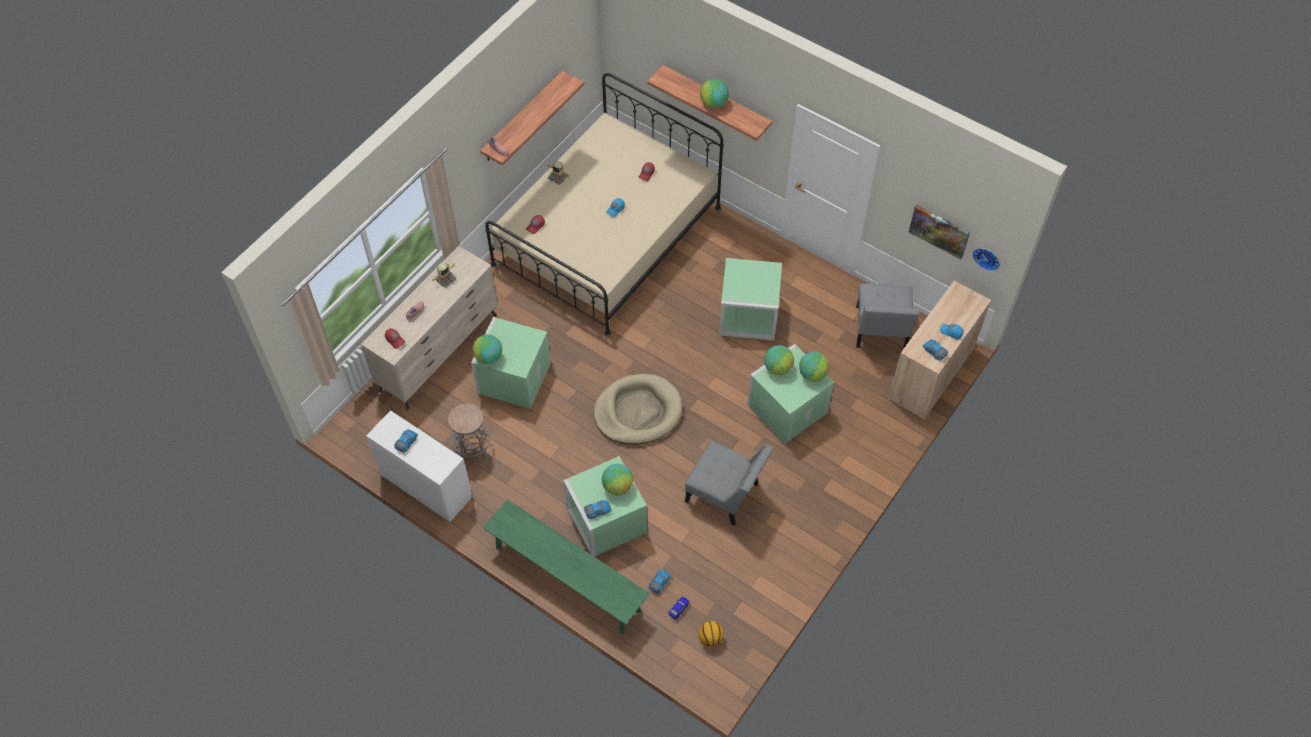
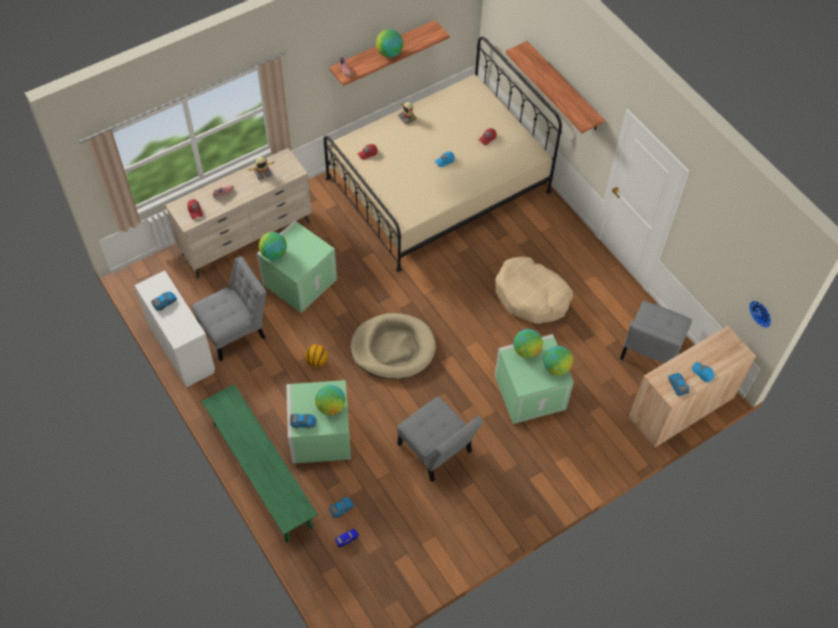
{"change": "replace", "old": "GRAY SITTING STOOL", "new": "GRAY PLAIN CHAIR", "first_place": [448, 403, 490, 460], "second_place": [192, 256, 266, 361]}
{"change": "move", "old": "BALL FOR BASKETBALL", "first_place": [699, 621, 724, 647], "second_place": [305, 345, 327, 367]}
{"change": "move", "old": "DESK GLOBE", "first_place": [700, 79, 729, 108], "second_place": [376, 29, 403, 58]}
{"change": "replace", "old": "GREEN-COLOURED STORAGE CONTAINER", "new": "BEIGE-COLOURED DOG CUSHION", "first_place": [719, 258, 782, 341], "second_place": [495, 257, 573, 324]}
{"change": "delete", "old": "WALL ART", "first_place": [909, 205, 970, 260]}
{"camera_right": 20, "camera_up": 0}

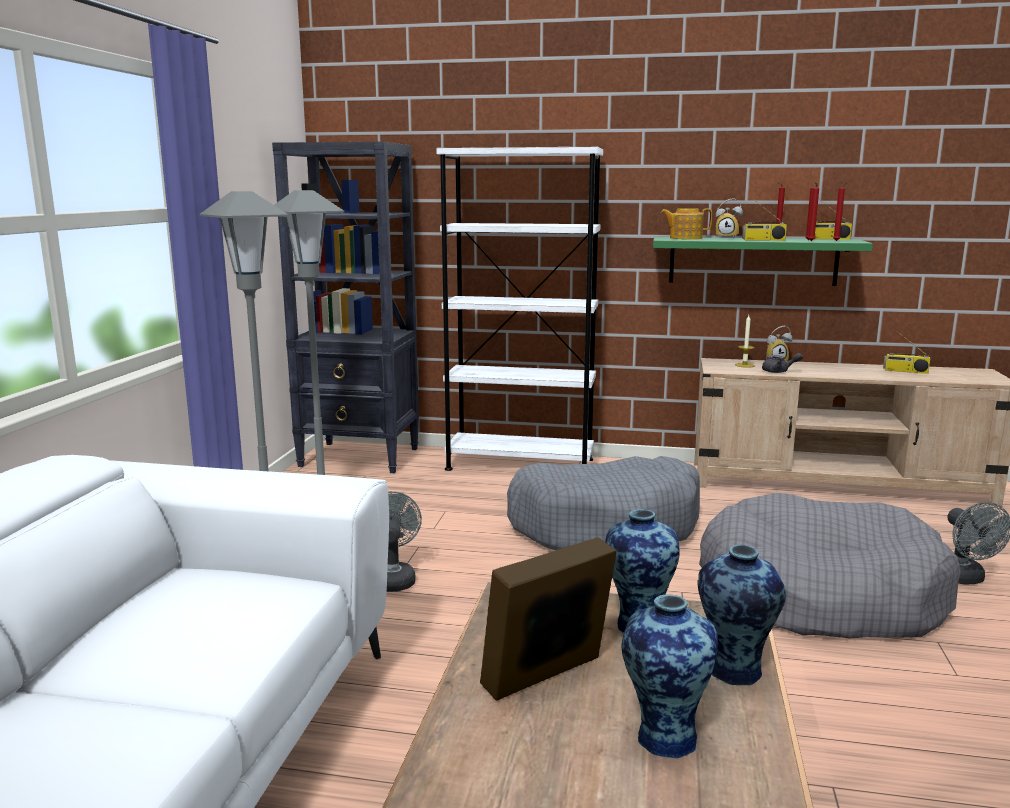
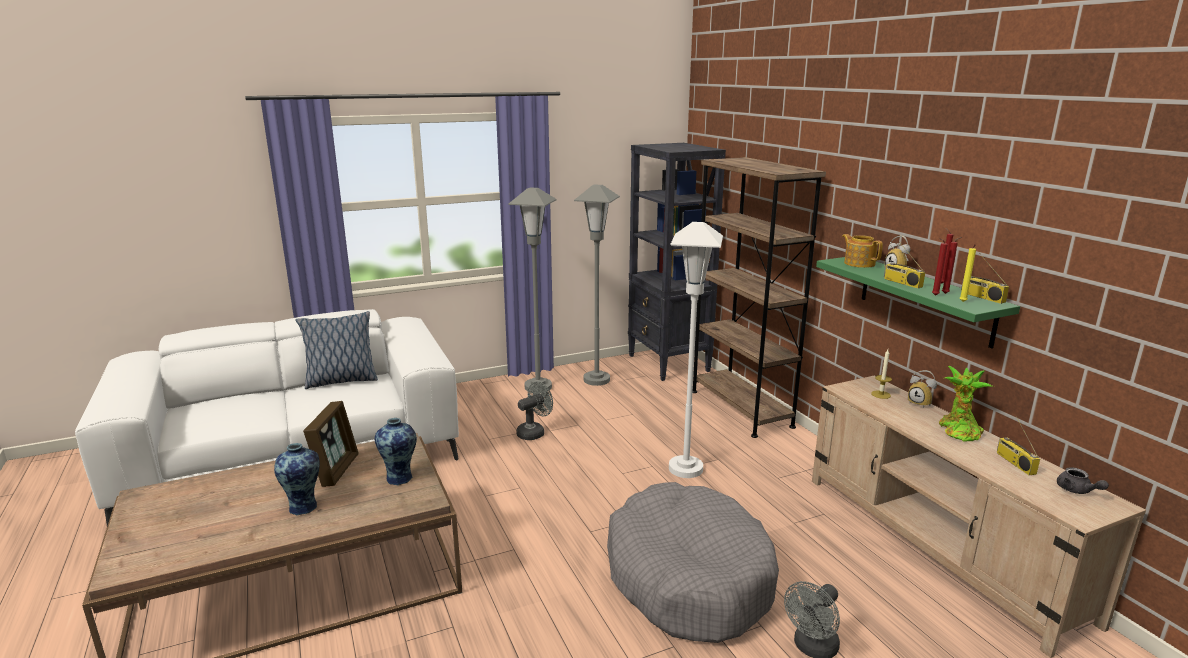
{"change": "insert", "new": "CUSHION", "second_place": [295, 311, 378, 389]}
{"change": "rotate", "old": "PICTURE FRAME", "first_place": [480, 537, 616, 701], "second_place": [303, 401, 359, 487], "degrees": 75}
{"change": "replace", "old": "GRAY DOG CUSHION", "new": "WHITE-COLOURED STANDING LAMP", "first_place": [507, 456, 700, 550], "second_place": [669, 222, 723, 478]}
{"change": "recolor", "old": "WHITE-COLOURED BOOKSHELF", "new": "BROWN BOOKSHELF", "first_place": [436, 147, 603, 471], "second_place": [692, 157, 826, 438]}
{"change": "insert", "new": "PLANT IN A POT", "second_place": [939, 366, 994, 441]}
{"change": "recolor", "old": "RED-COLOURED CANDLE", "new": "YELLOW-COLOURED CANDLE", "first_place": [833, 182, 848, 241], "second_place": [959, 244, 976, 302]}
{"change": "move", "old": "GRAY TEAPOT", "first_place": [762, 353, 803, 373], "second_place": [1057, 467, 1109, 494]}
{"change": "delete", "old": "FLOWER VASE", "first_place": [697, 545, 786, 686]}
{"camera_right": 55, "camera_up": 5}

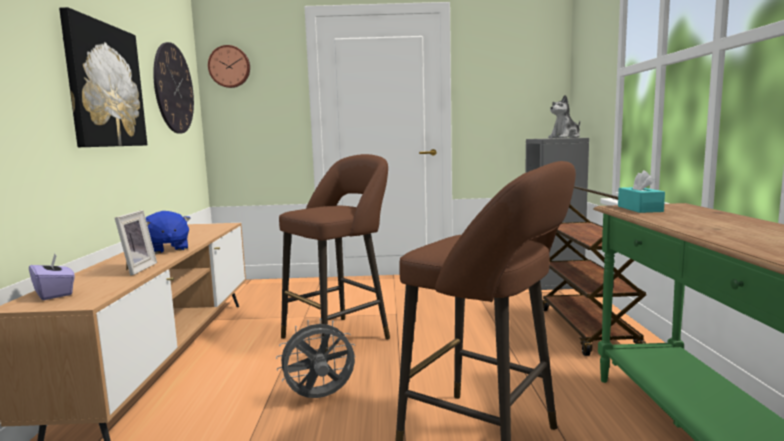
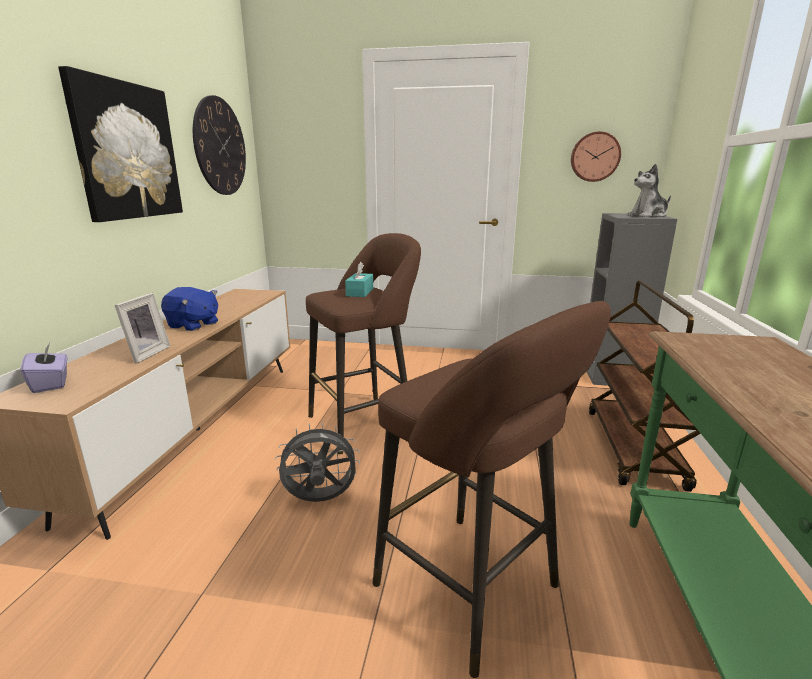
{"change": "rotate", "old": "BLUISH SOFT TOY", "first_place": [146, 211, 191, 254], "second_place": [161, 287, 218, 331], "degrees": -45}
{"change": "move", "old": "BLUE-GREEN BOX OF TISSUES", "first_place": [618, 170, 665, 213], "second_place": [345, 262, 373, 297]}
{"change": "move", "old": "WALL CLOCK", "first_place": [208, 45, 250, 88], "second_place": [571, 131, 621, 182]}
{"camera_right": 10, "camera_up": 10}

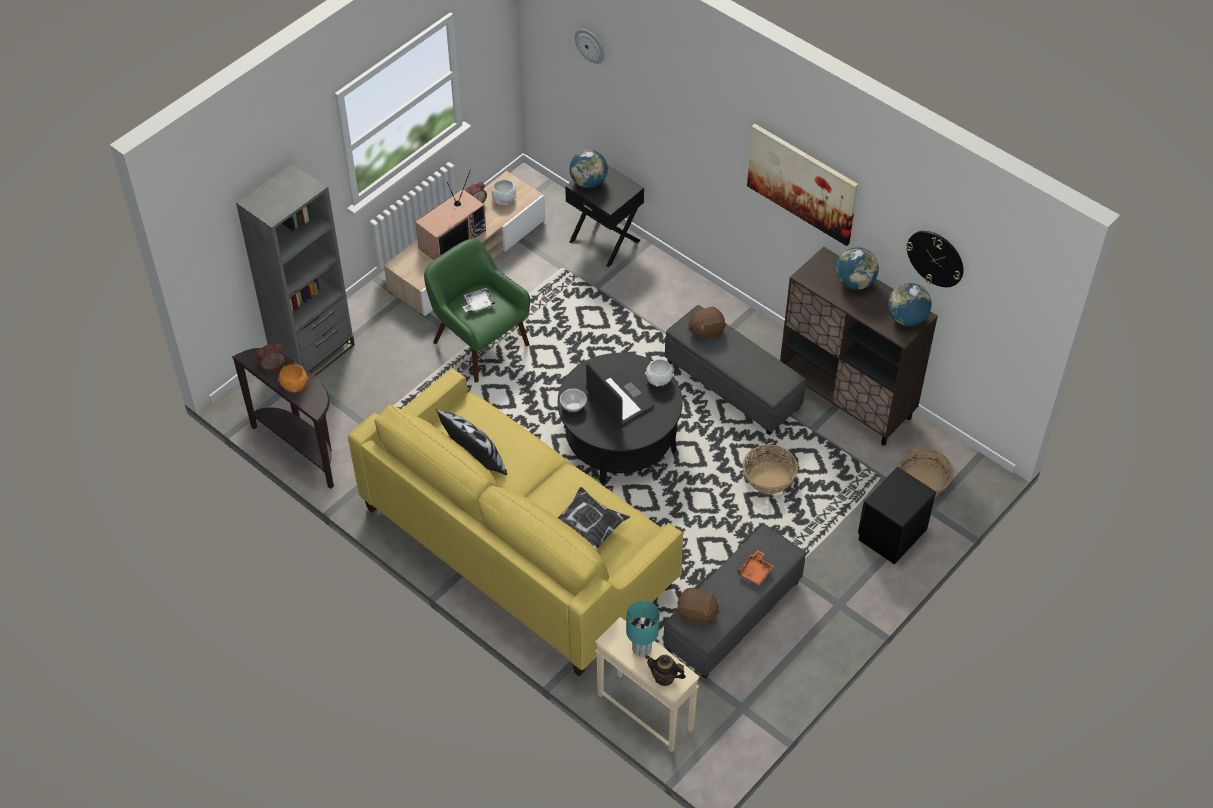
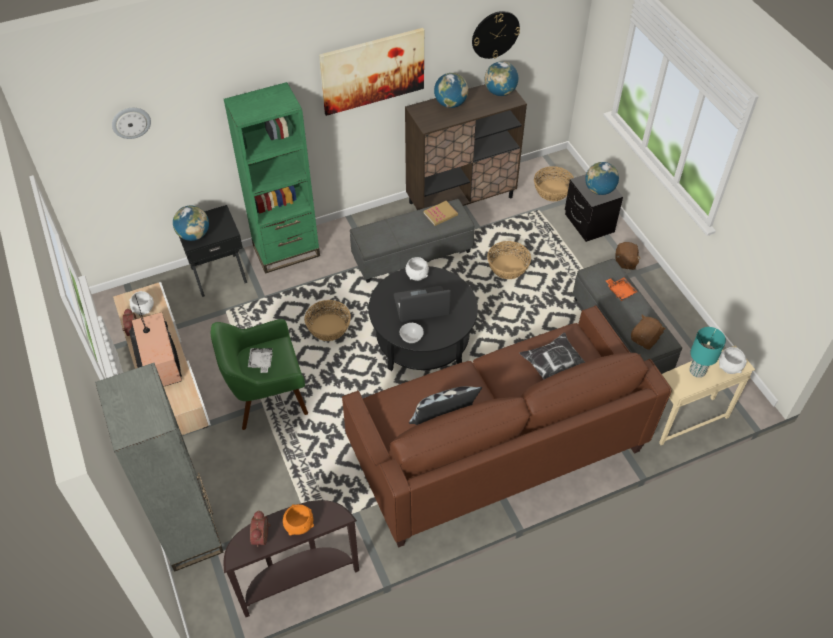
{"change": "insert", "new": "GREEN-COLOURED BOOKSHELF", "second_place": [224, 82, 320, 274]}
{"change": "insert", "new": "STORAGE BASKET", "second_place": [305, 300, 351, 341]}
{"change": "recolor", "old": "YELLOW-COLOURED COUCH", "new": "BROWN COUCH", "first_place": [348, 368, 683, 676], "second_place": [342, 305, 671, 548]}
{"change": "insert", "new": "VOLUME", "second_place": [424, 201, 458, 226]}
{"change": "insert", "new": "DESK GLOBE", "second_place": [585, 162, 619, 195]}
{"change": "move", "old": "BROWN SOFT TOY", "first_place": [687, 307, 725, 341], "second_place": [615, 242, 641, 270]}
{"change": "replace", "old": "TEAPOT", "new": "WHITE-COLOURED DEEP DISH", "first_place": [645, 655, 686, 686], "second_place": [719, 347, 747, 374]}
{"camera_right": -65, "camera_up": 0}

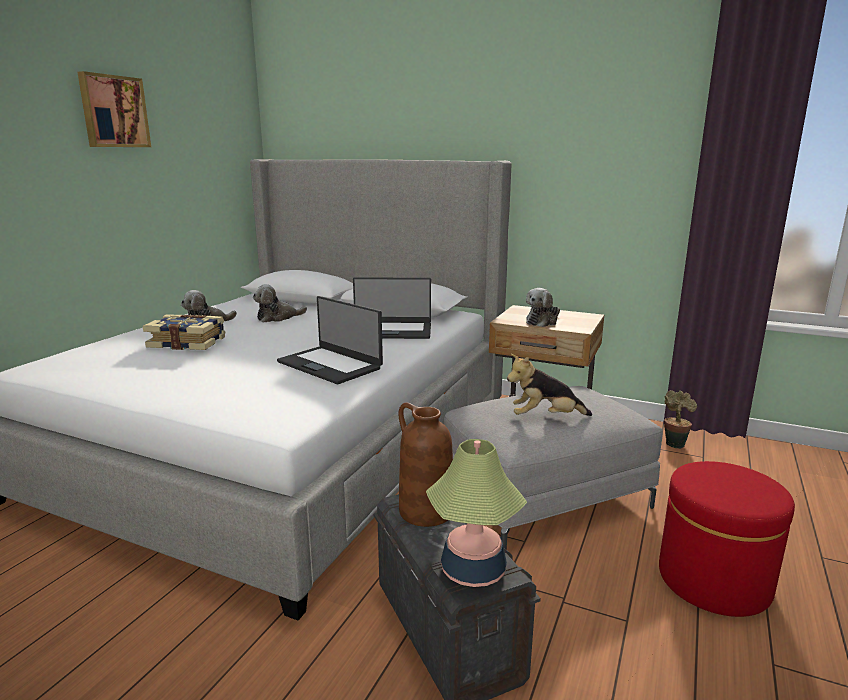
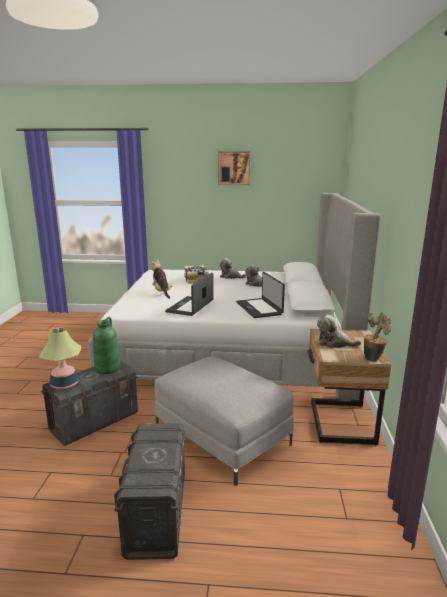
{"change": "recolor", "old": "BROWN FLOWER VASE", "new": "GREEN-COLOURED FLOWER VASE", "first_place": [398, 402, 453, 527], "second_place": [93, 317, 121, 374]}
{"change": "replace", "old": "RED-COLOURED OTTOMAN", "new": "GRAY STORAGE CONTAINER", "first_place": [659, 461, 795, 617], "second_place": [114, 423, 185, 560]}
{"change": "move", "old": "SOFT TOY", "first_place": [507, 354, 592, 416], "second_place": [151, 259, 172, 299]}
{"change": "move", "old": "PLANT IN A POT", "first_place": [664, 390, 697, 449], "second_place": [364, 312, 392, 361]}
{"camera_right": 70, "camera_up": 0}

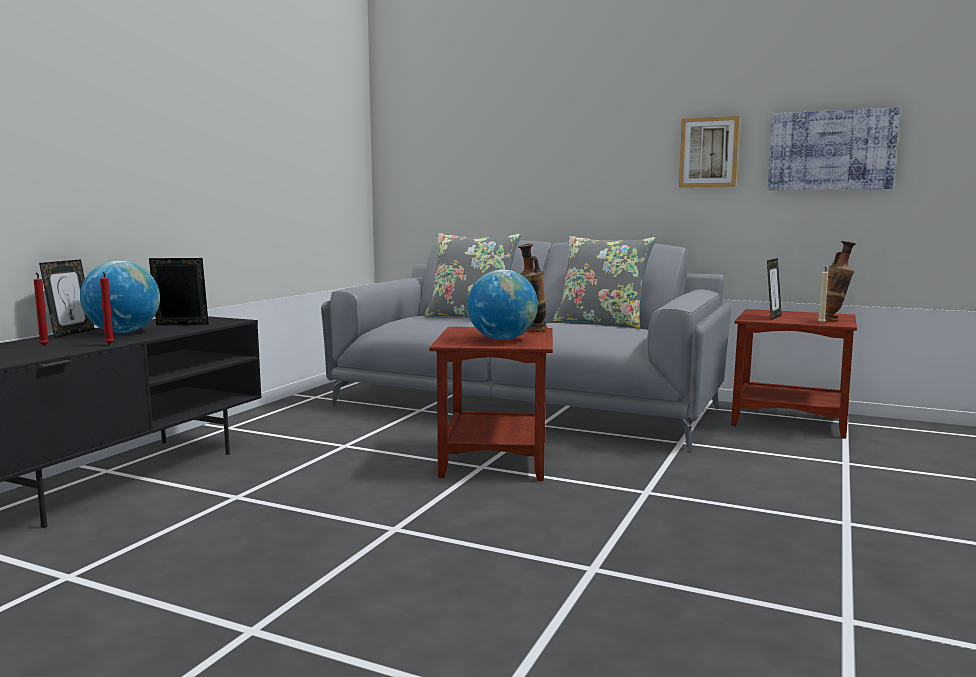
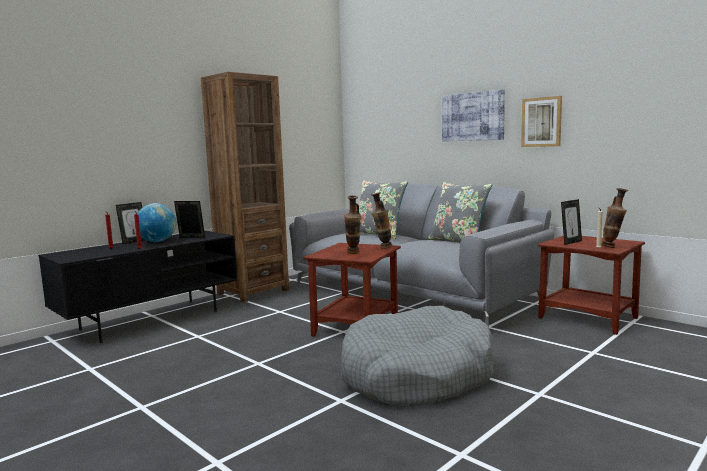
{"change": "insert", "new": "BROWN BOOKSHELF", "second_place": [201, 72, 289, 303]}
{"change": "insert", "new": "GRAY DOG CUSHION", "second_place": [341, 306, 493, 405]}
{"change": "replace", "old": "DESK GLOBE", "new": "FLOWER VASE", "first_place": [467, 270, 538, 340], "second_place": [344, 195, 361, 254]}
{"change": "move", "old": "WALL ART", "first_place": [768, 107, 900, 190], "second_place": [442, 90, 505, 142]}
{"camera_right": 20, "camera_up": 0}

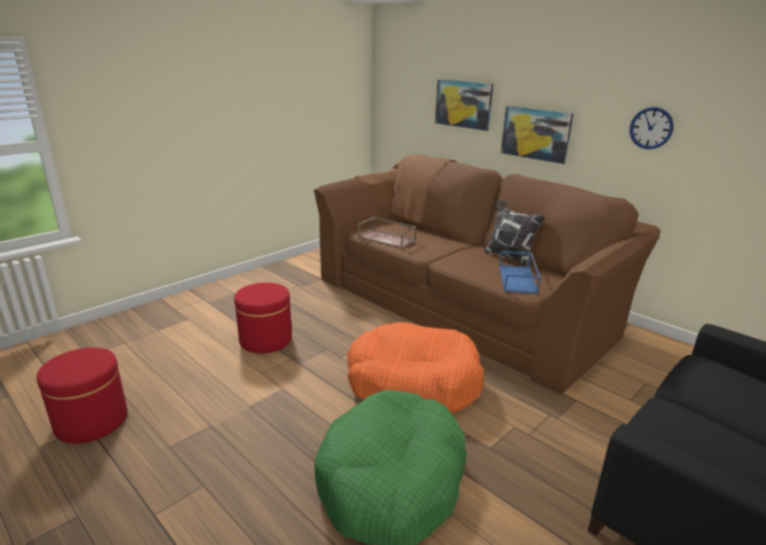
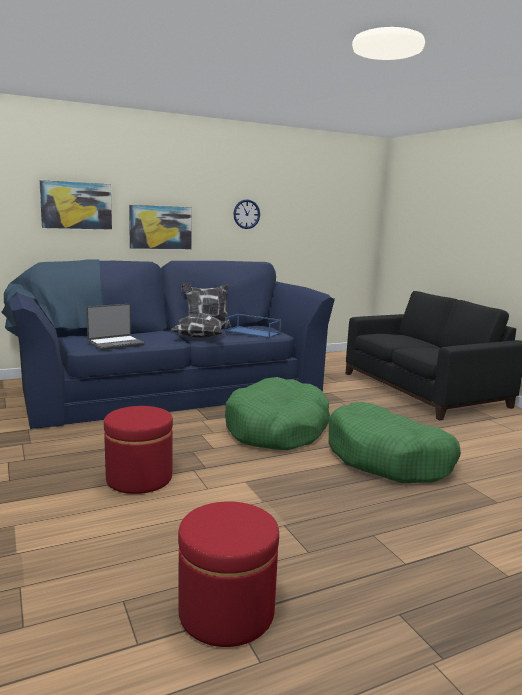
{"change": "recolor", "old": "BROWN COUCH", "new": "BLUISH COUCH", "first_place": [314, 154, 660, 394], "second_place": [1, 260, 335, 429]}
{"change": "replace", "old": "BROWN SERVING TRAY", "new": "LAPTOP", "first_place": [358, 217, 416, 249], "second_place": [86, 304, 145, 350]}
{"change": "insert", "new": "CUSHION", "second_place": [171, 313, 230, 338]}
{"change": "recolor", "old": "ORANGE-COLOURED DOG CUSHION", "new": "GREEN-COLOURED DOG CUSHION", "first_place": [347, 322, 484, 413], "second_place": [225, 377, 330, 450]}
{"camera_right": -70, "camera_up": -10}

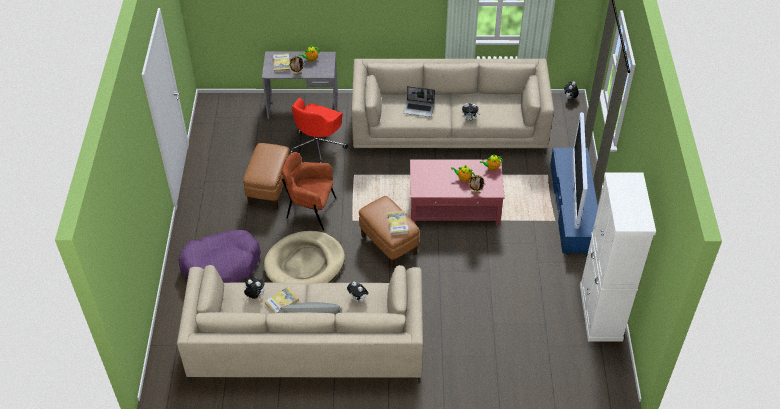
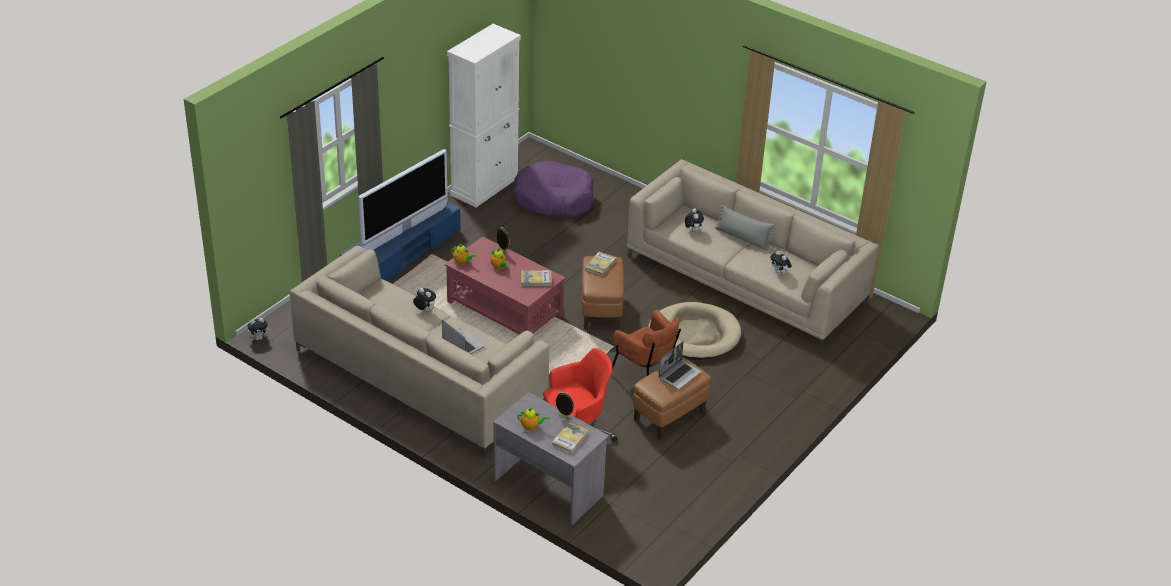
{"change": "move", "old": "PURPLE-COLOURED DOG CUSHION", "first_place": [178, 230, 261, 283], "second_place": [513, 161, 594, 217]}
{"change": "move", "old": "VOLUME", "first_place": [264, 287, 299, 313], "second_place": [521, 270, 552, 286]}
{"change": "insert", "new": "LAPTOP", "second_place": [658, 342, 701, 389]}
{"camera_right": -145, "camera_up": -10}

